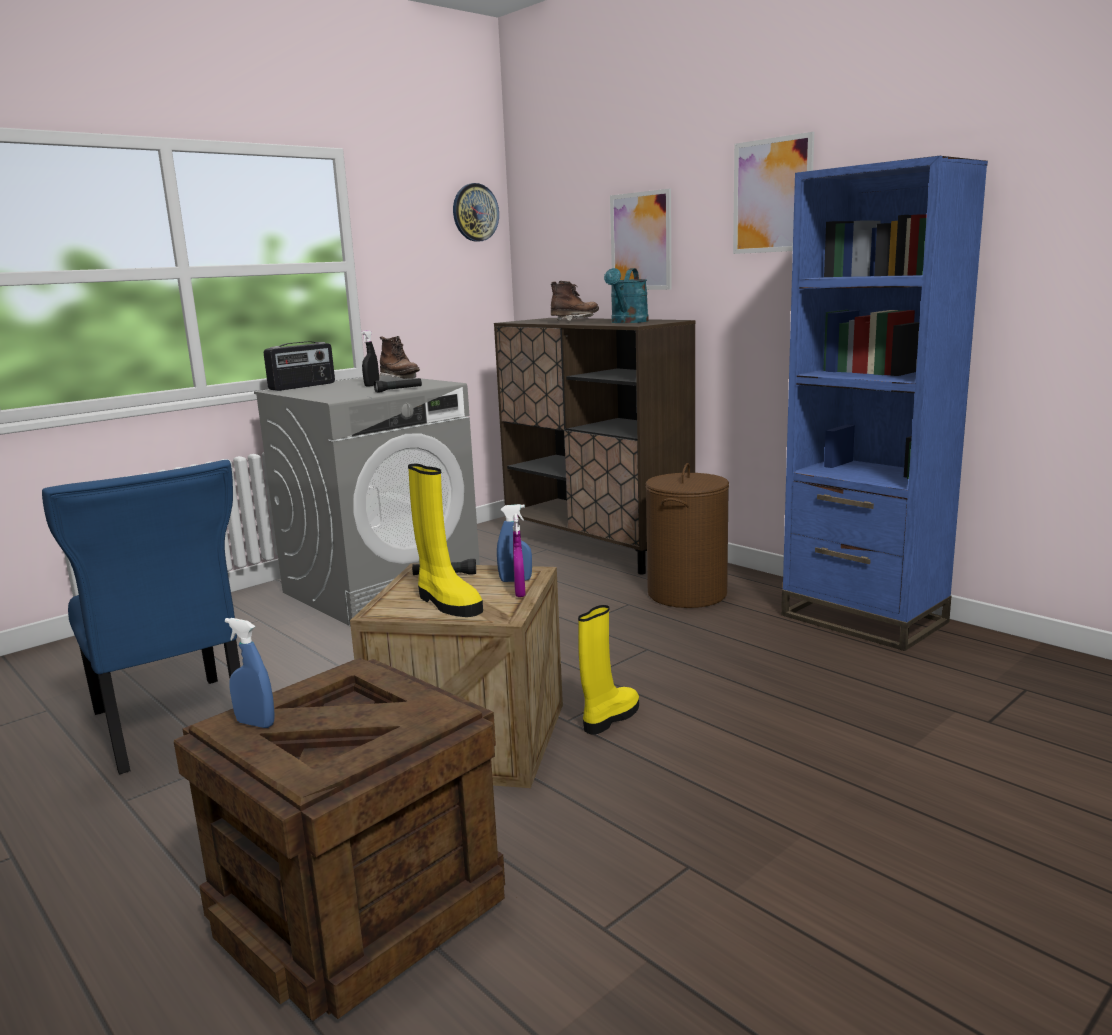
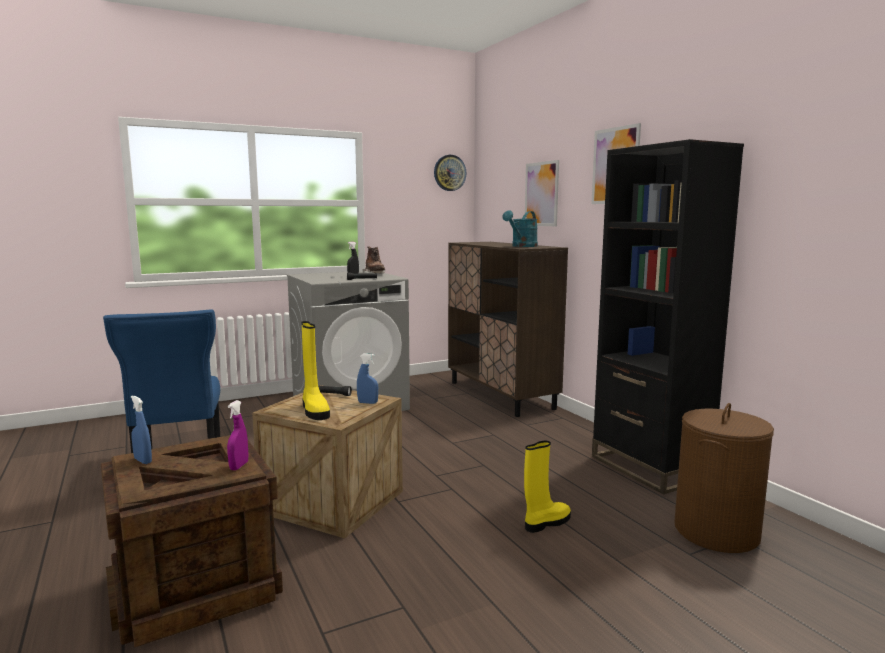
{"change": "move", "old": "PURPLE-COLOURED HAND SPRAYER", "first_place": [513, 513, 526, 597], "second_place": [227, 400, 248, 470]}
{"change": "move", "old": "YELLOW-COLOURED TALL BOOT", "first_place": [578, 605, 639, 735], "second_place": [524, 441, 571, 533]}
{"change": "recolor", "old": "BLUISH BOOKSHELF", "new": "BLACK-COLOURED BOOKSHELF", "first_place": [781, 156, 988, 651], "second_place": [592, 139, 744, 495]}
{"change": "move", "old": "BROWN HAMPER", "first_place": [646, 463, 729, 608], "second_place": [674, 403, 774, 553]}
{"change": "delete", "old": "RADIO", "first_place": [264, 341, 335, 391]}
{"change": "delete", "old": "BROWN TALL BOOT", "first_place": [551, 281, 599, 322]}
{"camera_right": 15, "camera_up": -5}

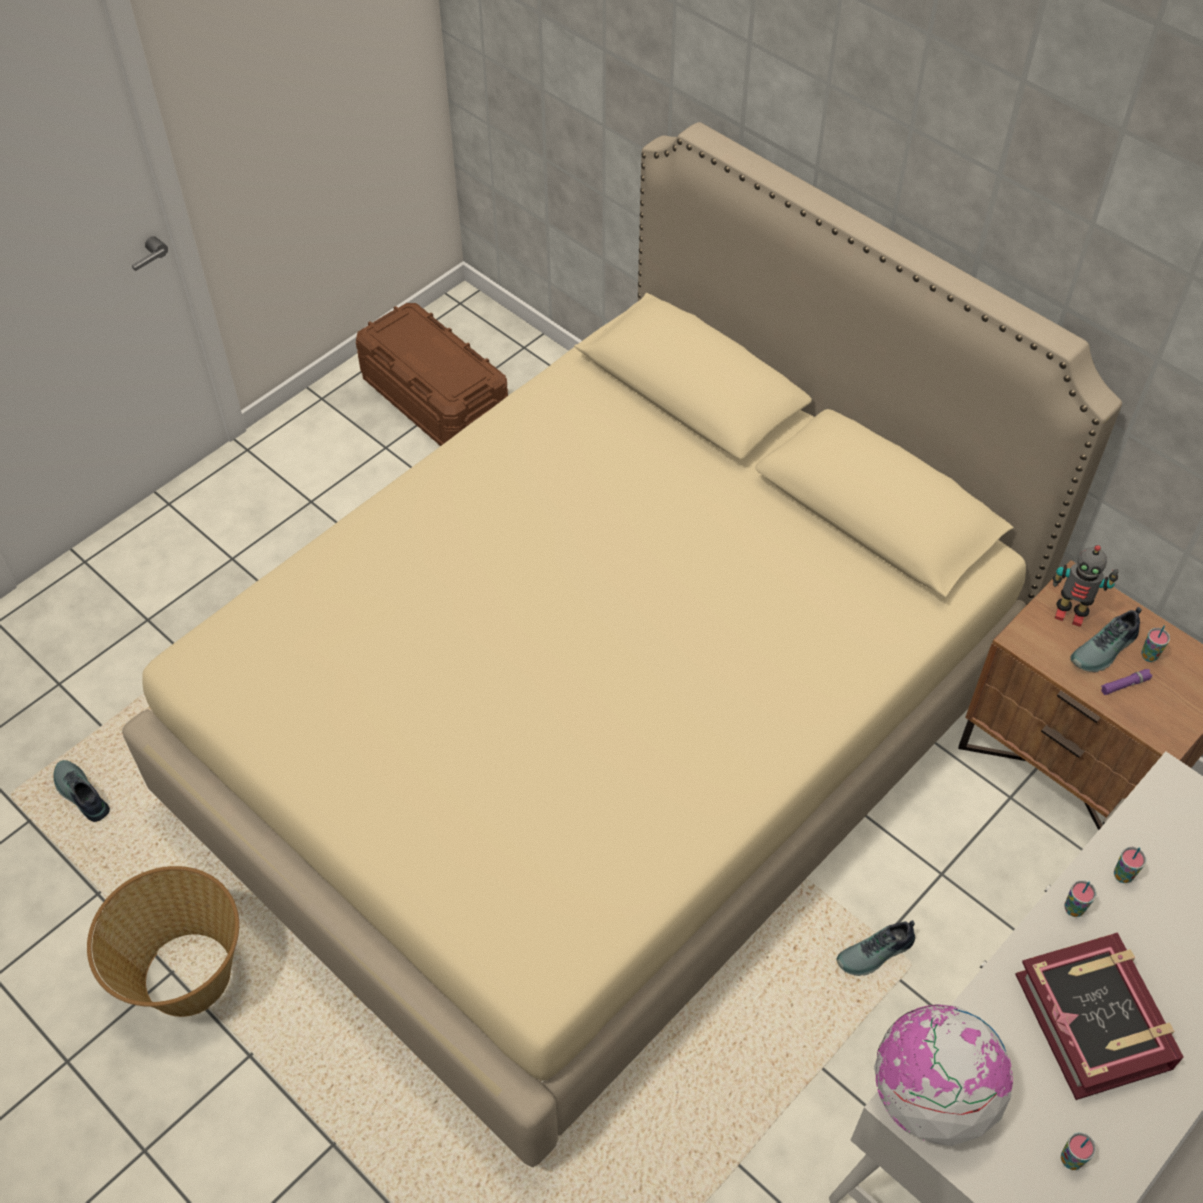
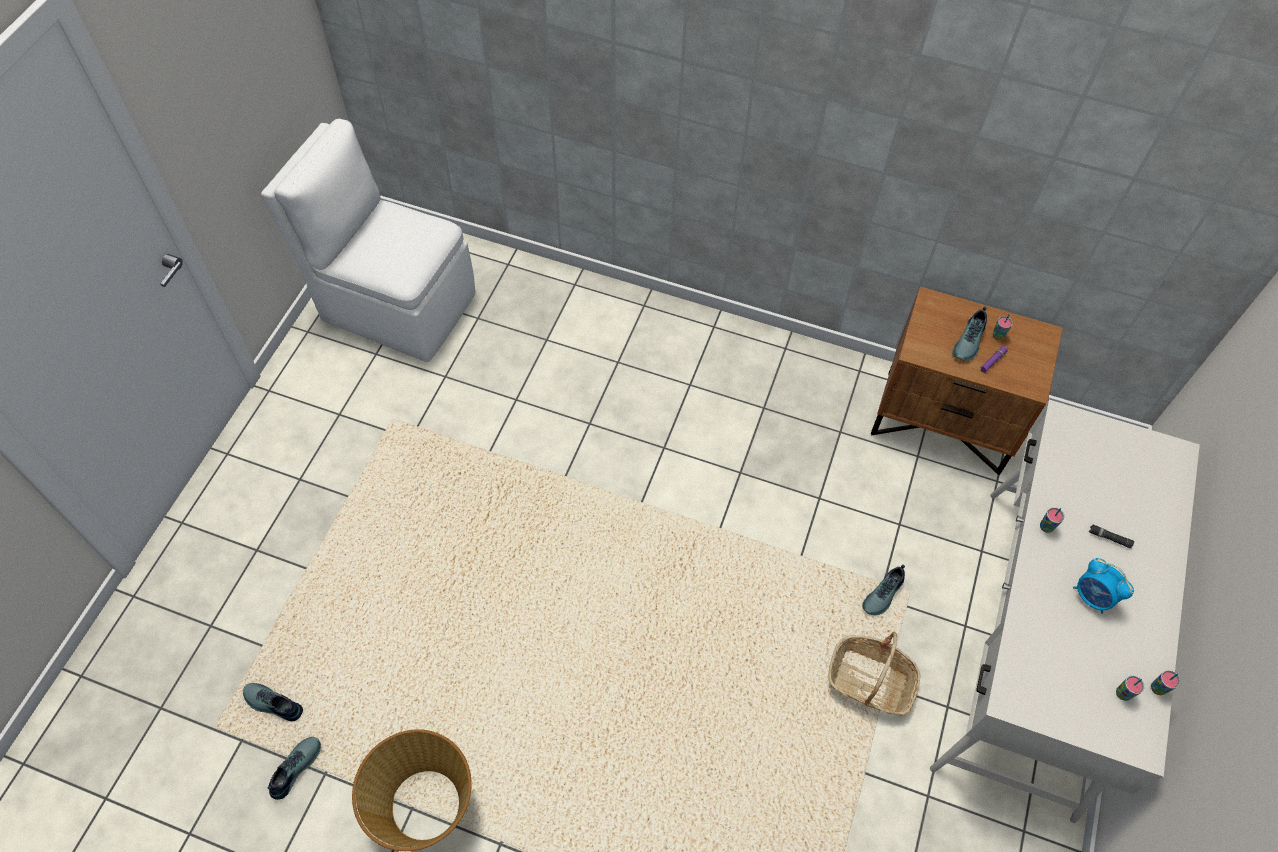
{"change": "replace", "old": "BROWN STORAGE CONTAINER", "new": "WHITE-COLOURED PLAIN CHAIR", "first_place": [356, 303, 508, 446], "second_place": [261, 119, 475, 362]}
{"change": "insert", "new": "ITEM OF FOOTWEAR", "second_place": [267, 737, 321, 800]}
{"change": "insert", "new": "STORAGE BASKET", "second_place": [828, 631, 920, 716]}
{"change": "replace", "old": "VOLUME", "new": "BEDSIDE CLOCK", "first_place": [1015, 932, 1184, 1100], "second_place": [1073, 558, 1134, 614]}
{"change": "insert", "new": "BLACK-COLOURED HAND TORCH", "second_place": [1089, 524, 1134, 548]}
{"change": "move", "old": "SMALL CUP", "first_place": [1114, 847, 1146, 883], "second_place": [1151, 670, 1180, 695]}
{"change": "delete", "old": "BEIGE-COLOURED BEDROOM BED", "first_place": [122, 122, 1122, 1167]}
{"change": "delete", "old": "DESK GLOBE", "first_place": [874, 1004, 1013, 1146]}
{"change": "delete", "old": "MODEL ROBOT", "first_place": [1053, 545, 1119, 627]}
{"camera_right": -25, "camera_up": 5}

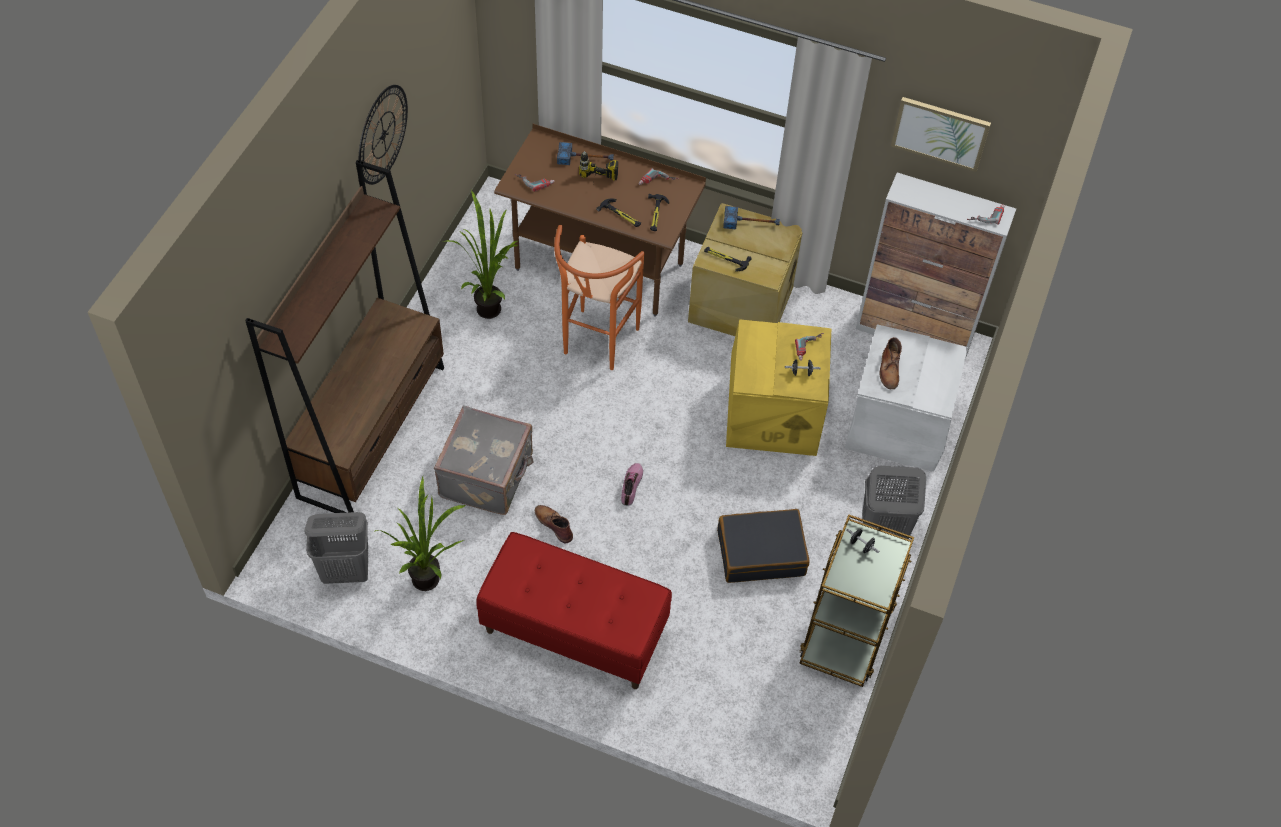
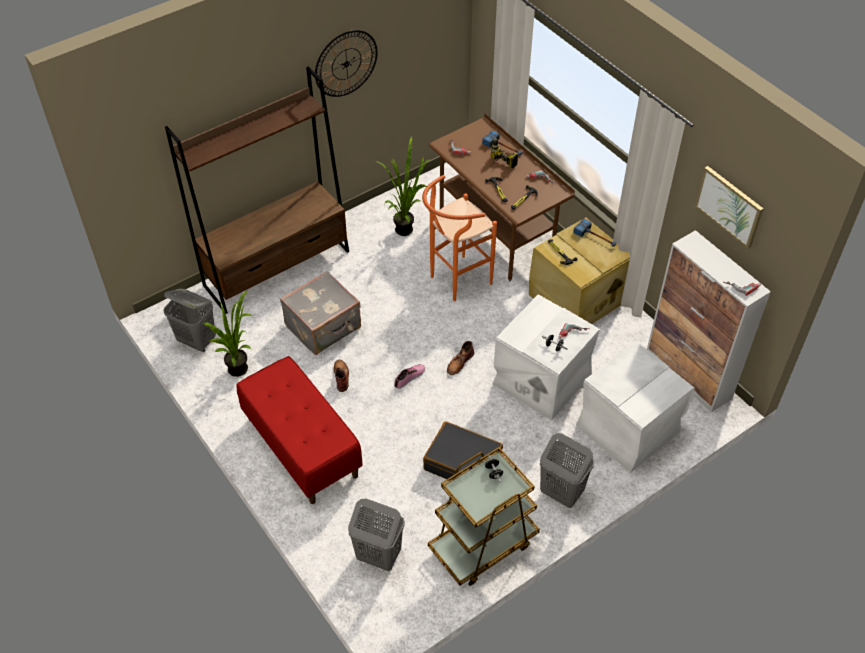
{"change": "insert", "new": "GRAY HAMPER", "second_place": [348, 499, 405, 571]}
{"change": "move", "old": "BROWN TALL BOOT", "first_place": [879, 337, 902, 389], "second_place": [447, 341, 474, 375]}
{"change": "recolor", "old": "YELLOW-COLOURED STORAGE CONTAINER", "new": "WHITE-COLOURED STORAGE CONTAINER", "first_place": [726, 319, 832, 456], "second_place": [493, 294, 600, 421]}
{"camera_right": 35, "camera_up": -5}

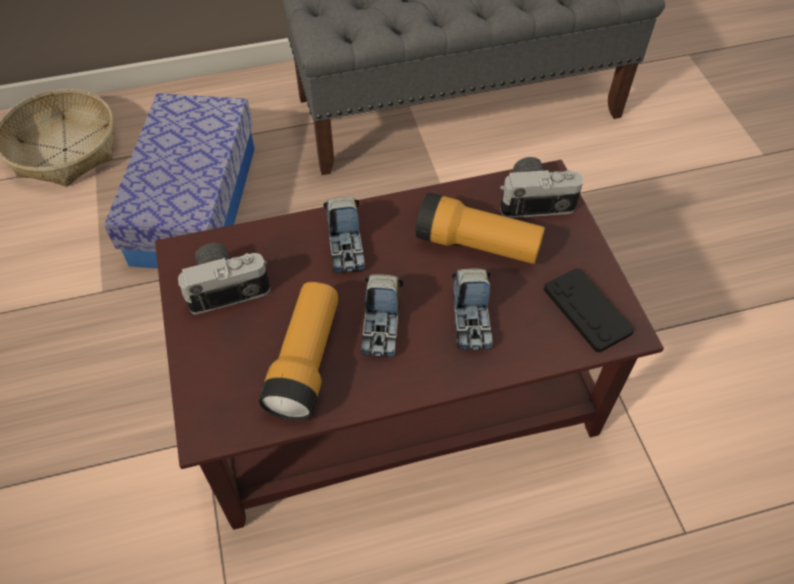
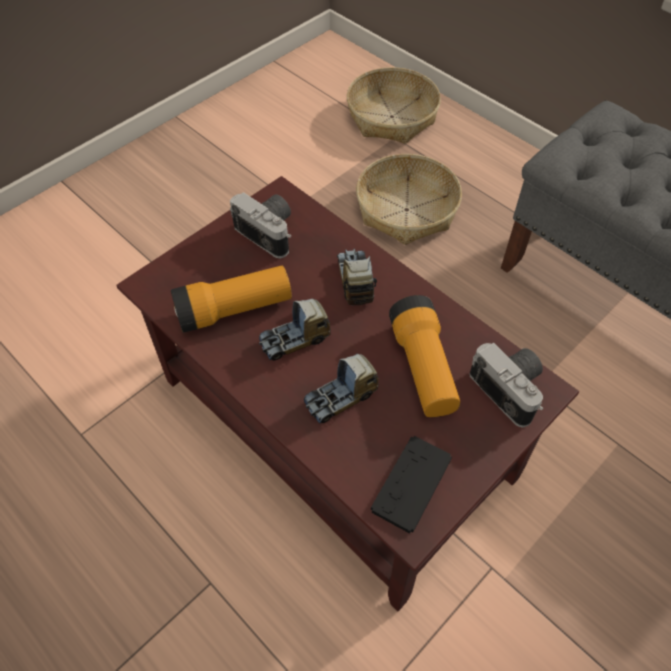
{"change": "rotate", "old": "TOY TRUCK", "first_place": [323, 197, 365, 273], "second_place": [337, 249, 377, 305], "degrees": 120}
{"change": "replace", "old": "STORAGE CONTAINER", "new": "STORAGE BASKET", "first_place": [104, 93, 255, 269], "second_place": [356, 154, 462, 245]}
{"camera_right": 60, "camera_up": 0}

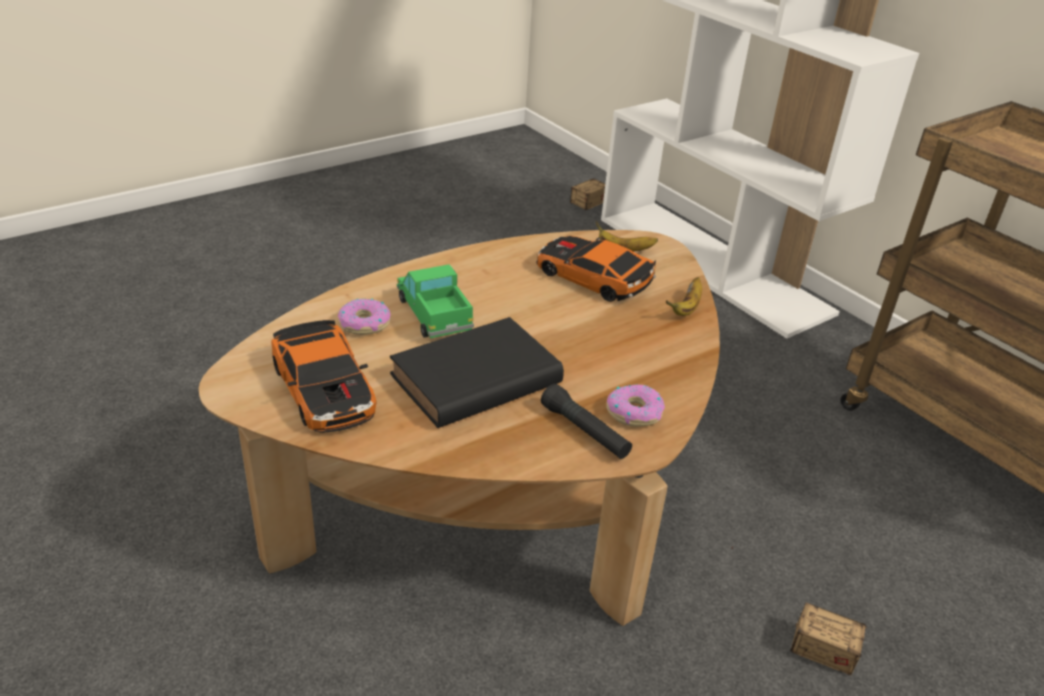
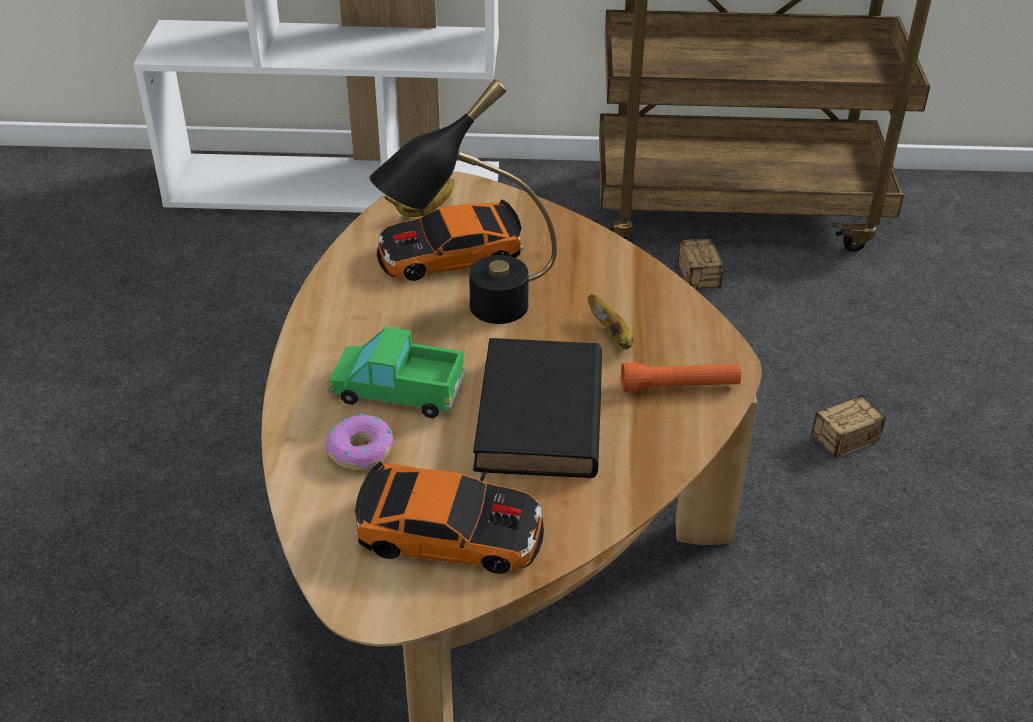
{"change": "insert", "new": "BLACK-COLOURED LAMP FOR A TABLE", "second_place": [369, 79, 557, 324]}
{"change": "move", "old": "BANANA FRUIT", "first_place": [666, 277, 702, 316], "second_place": [588, 294, 633, 349]}
{"change": "recolor", "old": "BLACK-COLOURED HAND TORCH", "new": "ORANGE-COLOURED HAND TORCH", "first_place": [541, 384, 632, 459], "second_place": [621, 363, 741, 392]}
{"change": "move", "old": "STORAGE CONTAINER", "first_place": [560, 166, 605, 210], "second_place": [678, 238, 749, 289]}
{"change": "delete", "old": "RING DOUGHNUT", "first_place": [606, 384, 665, 427]}
{"camera_right": -50, "camera_up": 5}

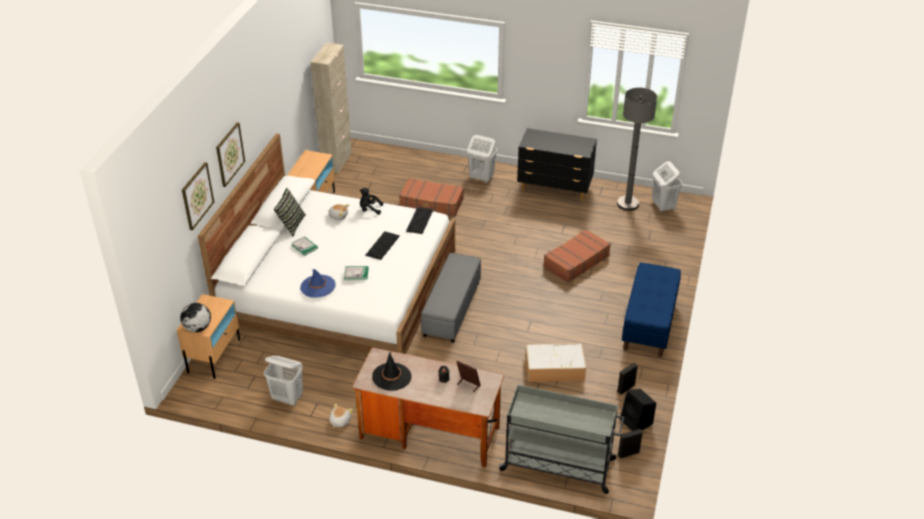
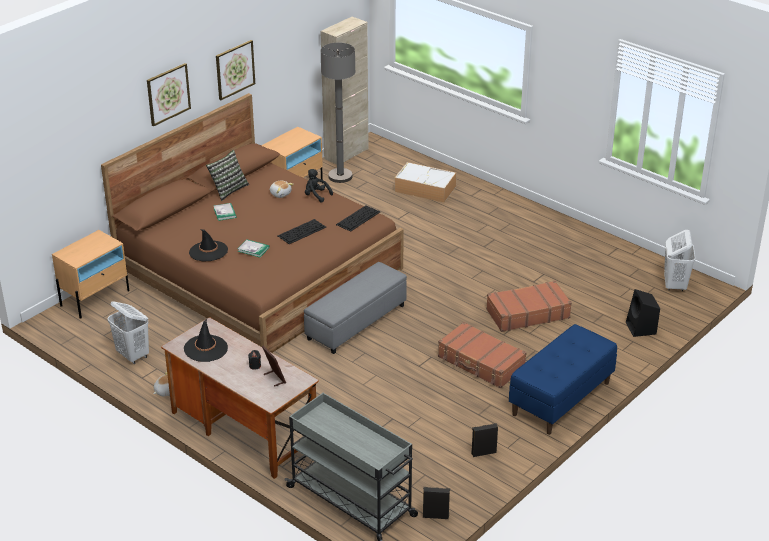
{"change": "recolor", "old": "WHITE-COLOURED BEDROOM BED", "new": "BROWN BEDROOM BED", "first_place": [198, 133, 455, 354], "second_place": [101, 93, 404, 353]}
{"change": "recolor", "old": "BLUISH HAT", "new": "BLACK-COLOURED HAT", "first_place": [300, 269, 336, 298], "second_place": [189, 229, 228, 261]}
{"change": "move", "old": "WALL ART", "first_place": [182, 162, 214, 230], "second_place": [216, 40, 255, 100]}
{"change": "move", "old": "GRAY STANDING LAMP", "first_place": [617, 88, 657, 211], "second_place": [321, 43, 355, 183]}
{"change": "move", "old": "STORAGE CONTAINER", "first_place": [525, 343, 586, 382], "second_place": [395, 162, 456, 202]}
{"change": "move", "old": "BROWN PIECE OF LUGGAGE", "first_place": [399, 178, 464, 217], "second_place": [438, 322, 527, 388]}
{"change": "move", "old": "BLACK-COLOURED LOUDSPEAKER", "first_place": [620, 389, 656, 431], "second_place": [626, 289, 660, 337]}
{"change": "delete", "old": "DESK GLOBE", "first_place": [180, 303, 211, 332]}
{"change": "delete", "old": "WHITE-COLOURED HAMPER", "first_place": [467, 135, 497, 183]}
{"change": "delete", "old": "BLACK-COLOURED DRAWER CHEST", "first_place": [517, 128, 597, 201]}
{"camera_right": 25, "camera_up": -5}

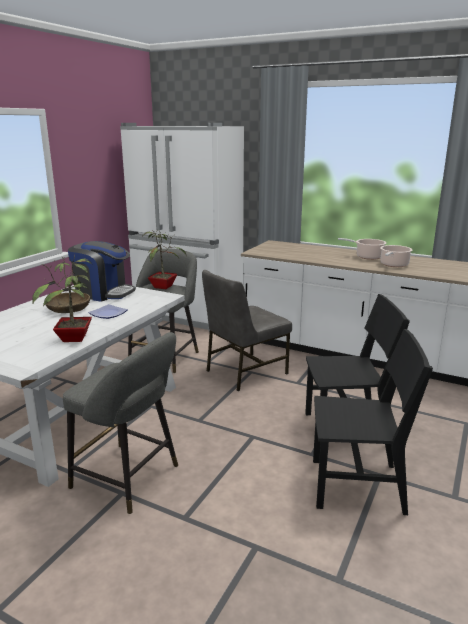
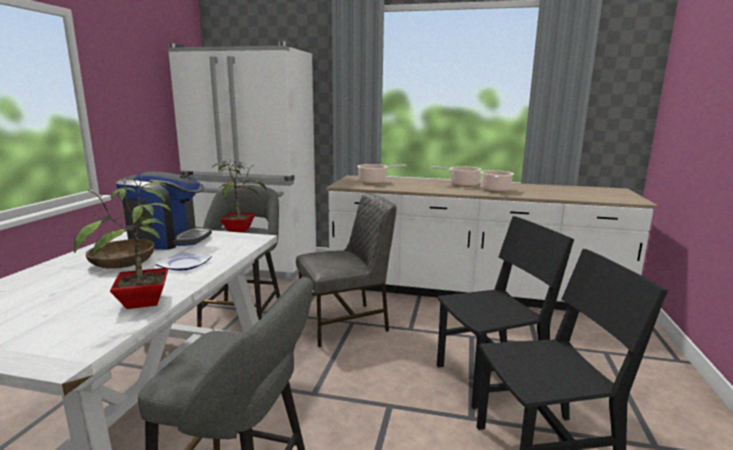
{"change": "rotate", "old": "GRAY PLAIN CHAIR", "first_place": [202, 270, 292, 391], "second_place": [296, 193, 396, 347], "degrees": -150}
{"change": "insert", "new": "STOCKPOT", "second_place": [357, 164, 407, 184]}
{"camera_right": -15, "camera_up": -5}

